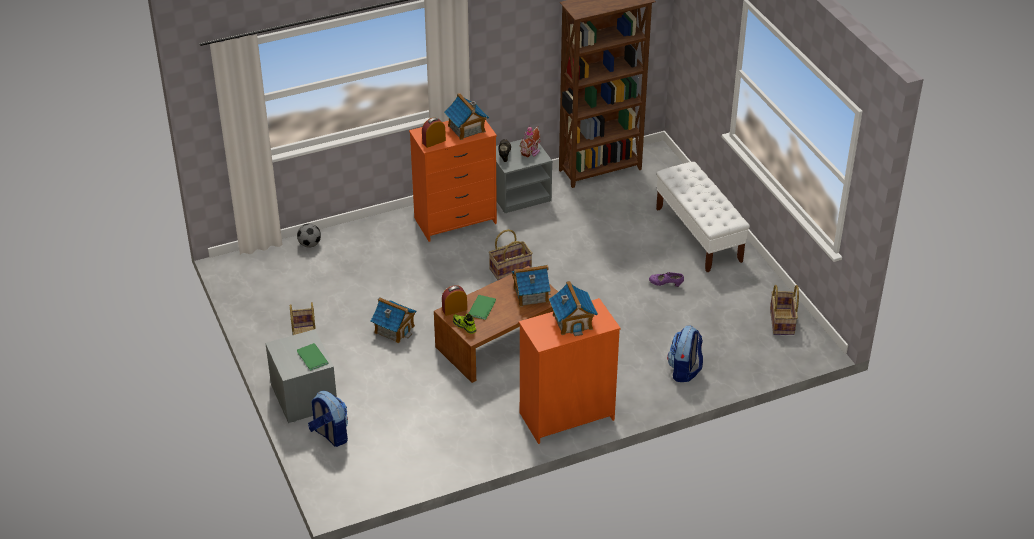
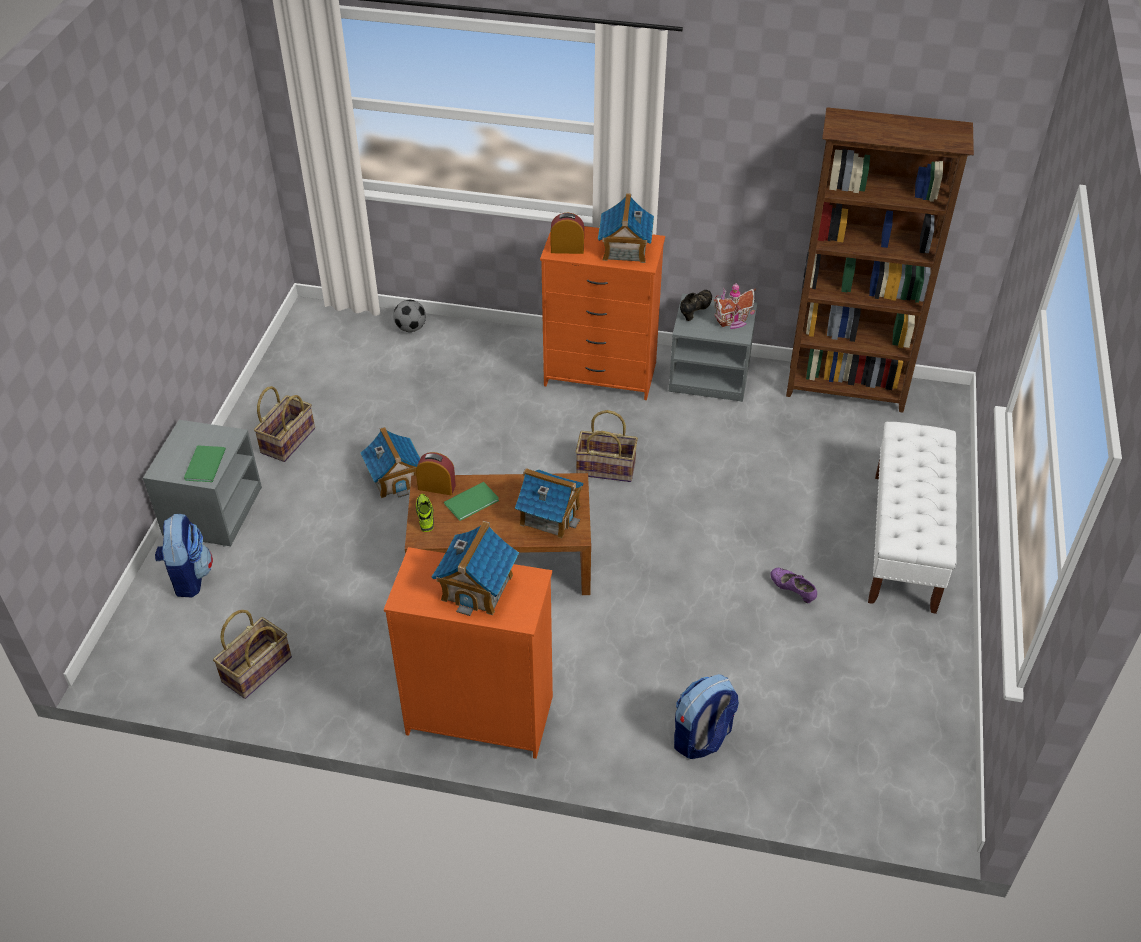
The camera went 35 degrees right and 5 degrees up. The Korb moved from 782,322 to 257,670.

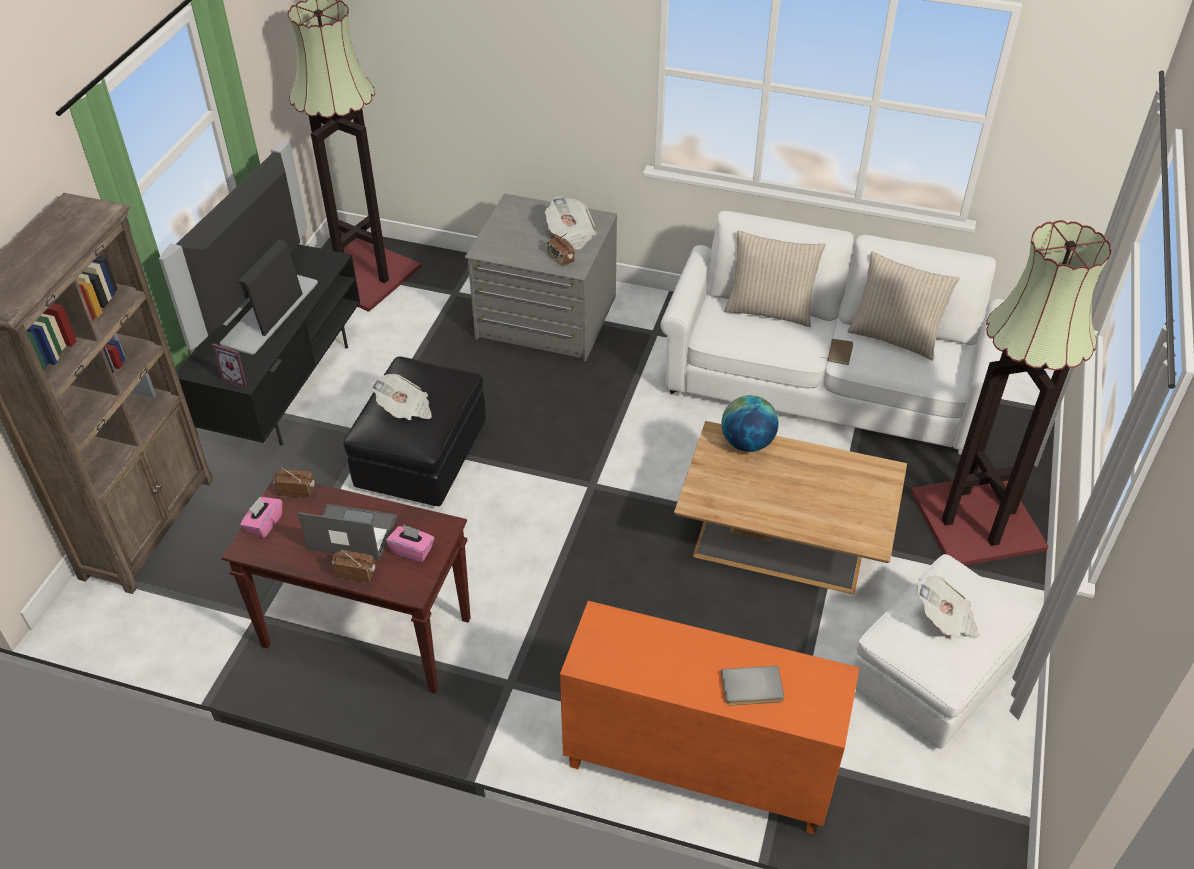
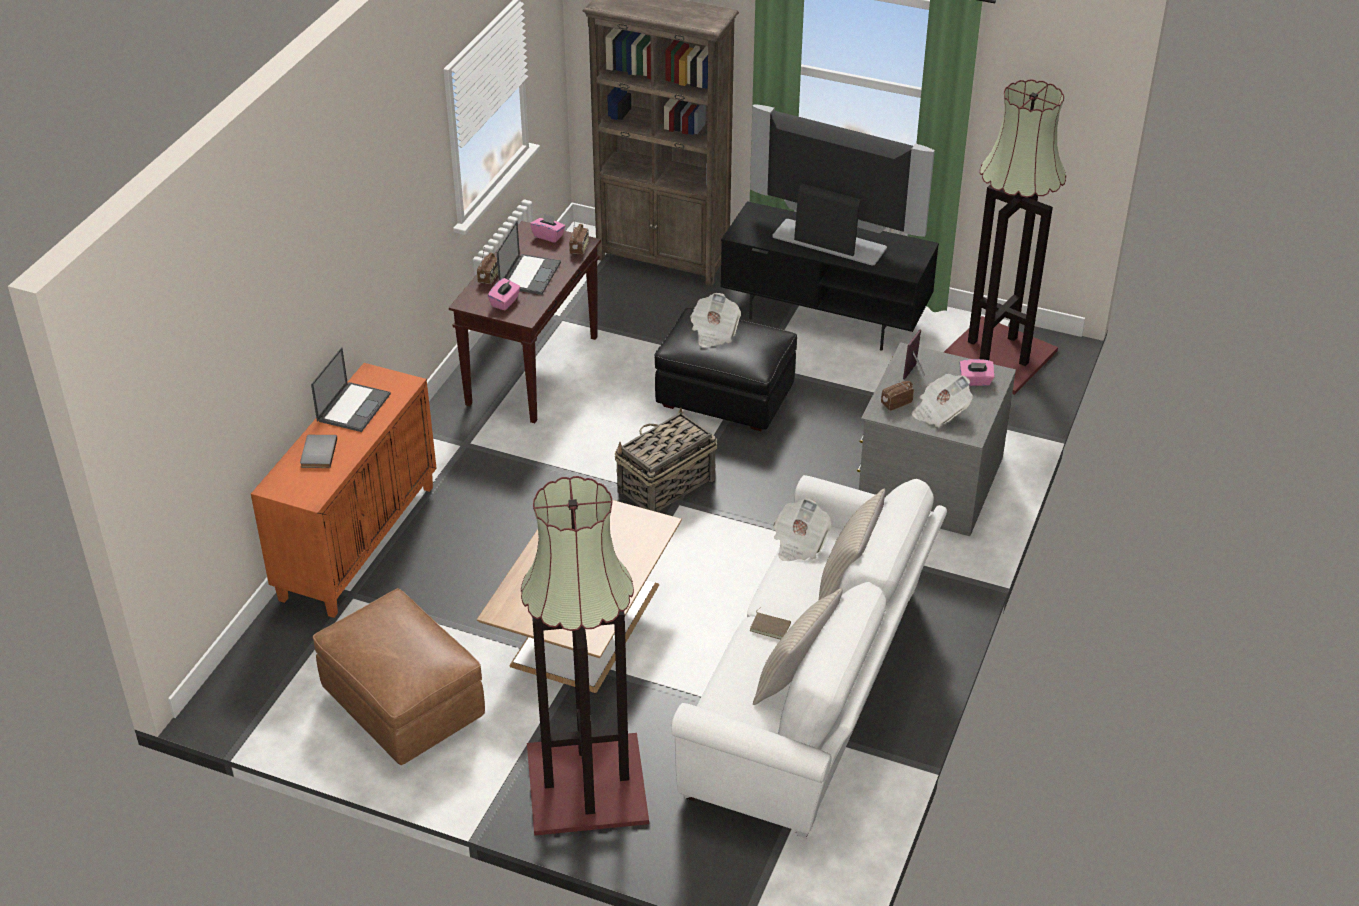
The camera went 95 degrees right and 5 degrees down. The Globus at 747,443 disappeared. The Laptop at 354,407 appeared. The Korb at 665,486 appeared. The Taschentuchbox/rosa at 975,381 appeared. The Bilderrahmen moved from 238,378 to 916,373. The Zeitung moved from 945,620 to 799,543. The Polsterhocker/weiß at 933,675 became the Polsterhocker/braun at 404,705.

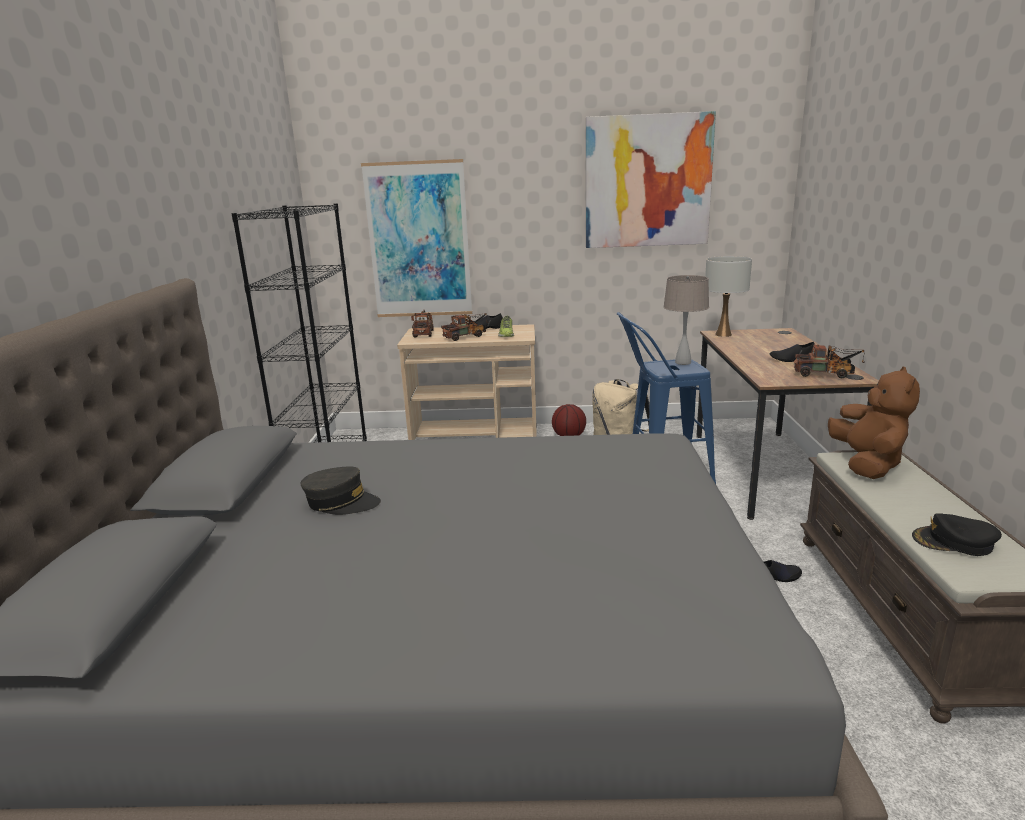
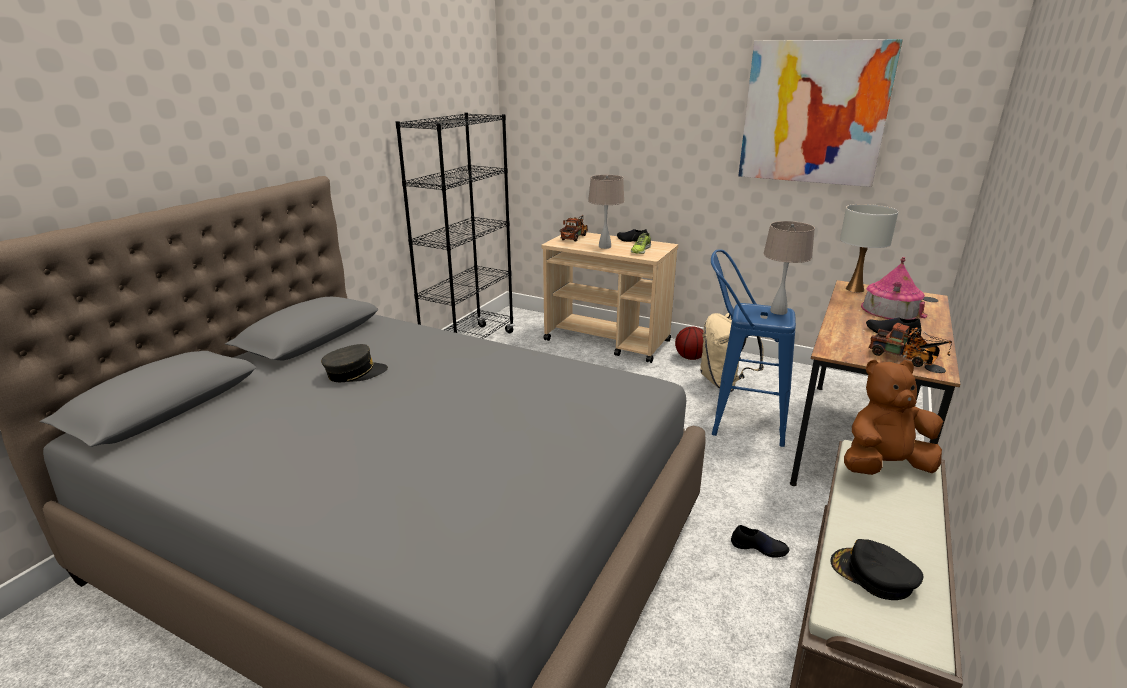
The camera went 25 degrees right and 5 degrees up. The Bild at 419,240 disappeared. The Spielzeughaus at 890,309 appeared. The Spielzeuglaster at 467,336 was replaced by the Tischlampe/beige at 605,247. The Kappe/grau at 341,502 turned 60 degrees counterclockwise. The Plüschtier/braun at 867,464 turned 135 degrees counterclockwise.

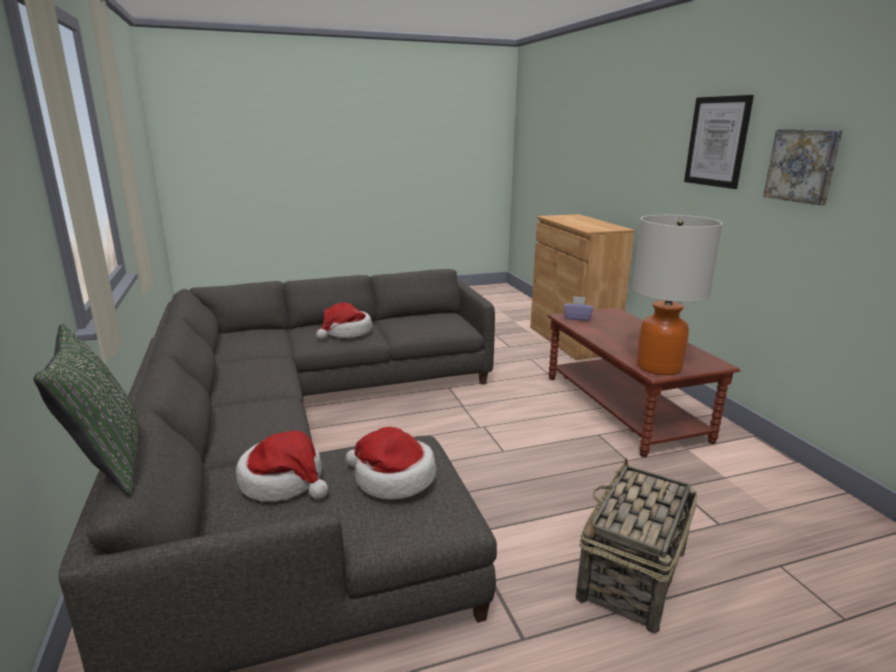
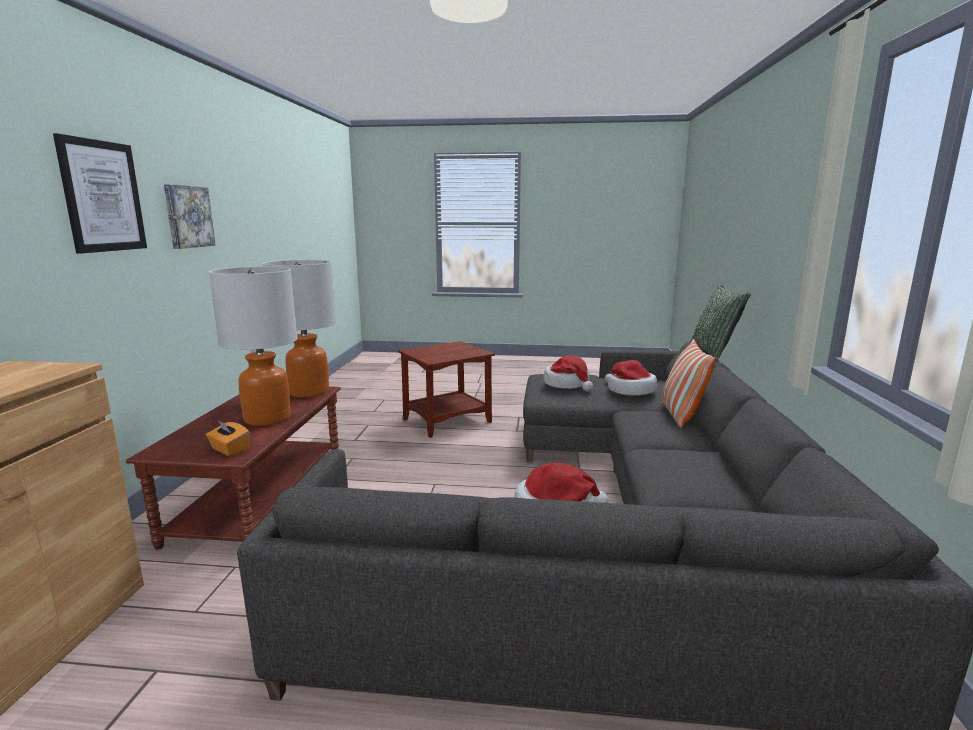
The camera went 155 degrees left and 5 degrees down. The Tischlampe at 267,418 appeared. The Kissen at 681,415 appeared. The Korb at 631,576 was replaced by the Beistelltisch/braun at 446,420. The Taschentuchbox/lila at 577,318 became the Taschentuchbox/orange at 229,450.

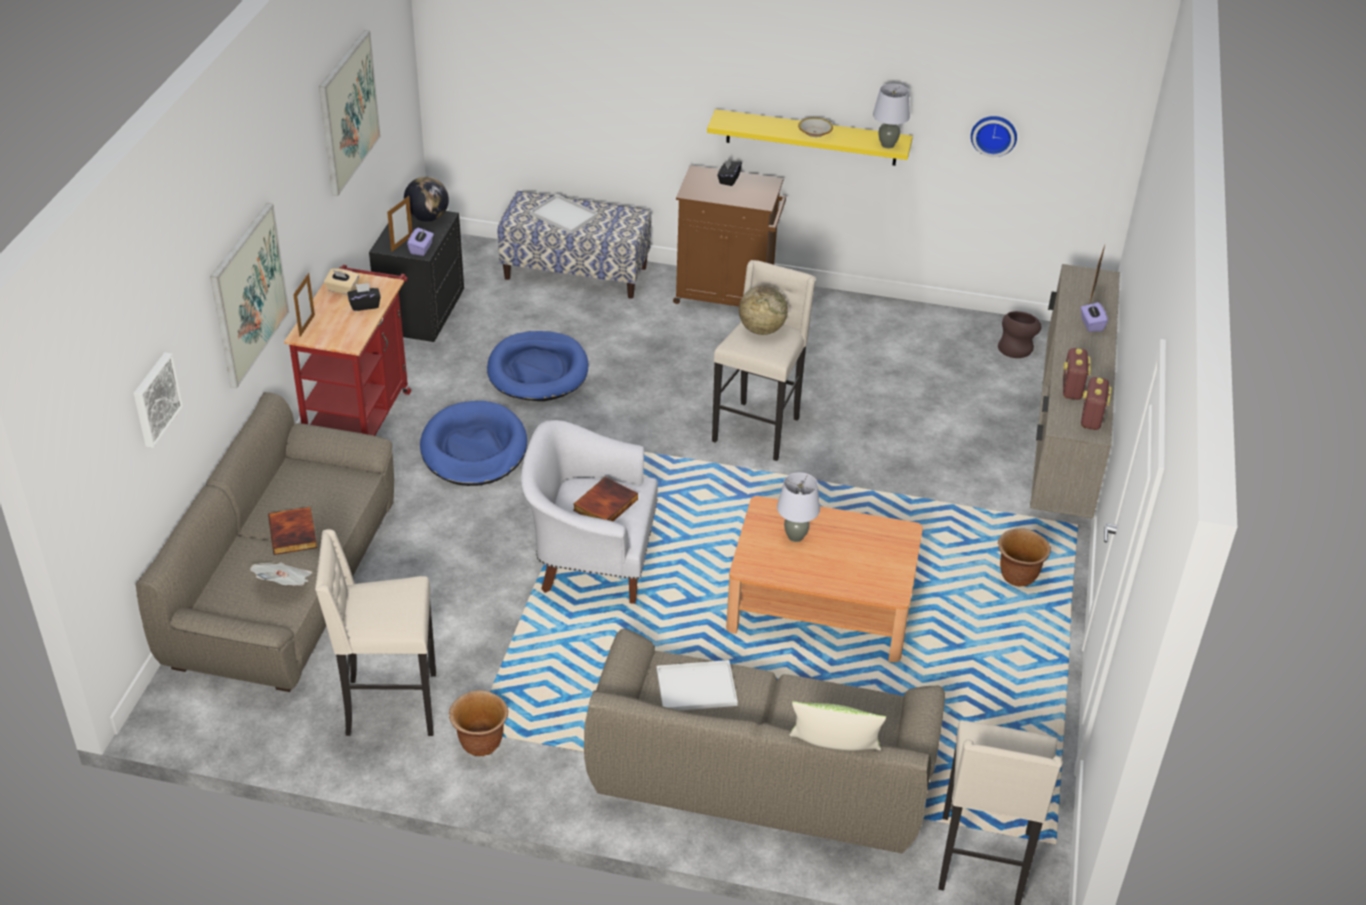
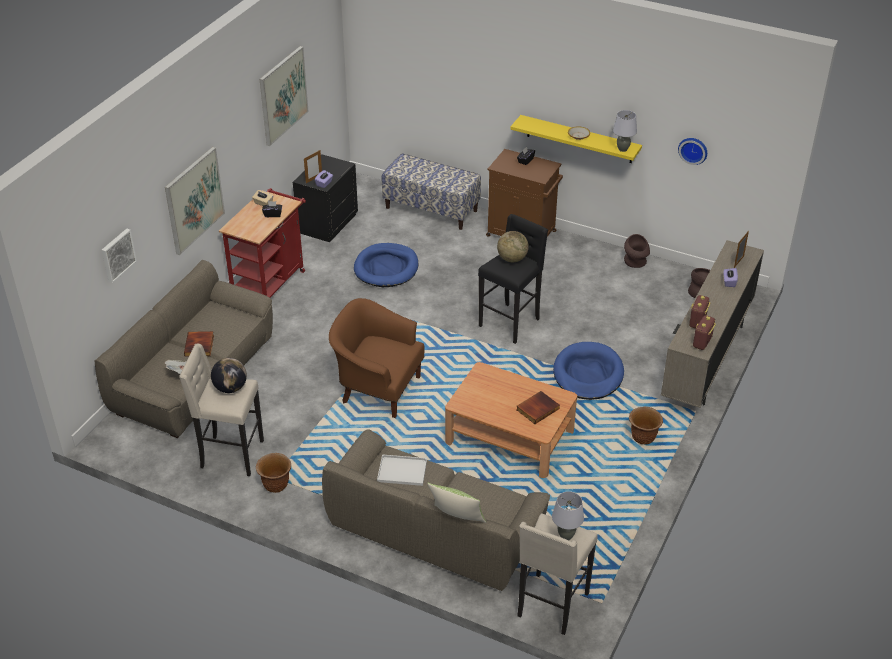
The camera went 15 degrees right and 0 degrees up. The Bilderrahmen at 307,326 disappeared. The Tablett/weiß at 562,215 disappeared. The Vase/braun at 635,263 appeared. The Globus moved from 427,218 to 230,388. The Hundebett/blau moved from 474,449 to 588,374. The Buch moved from 604,504 to 537,408. The Tischlampe/grau moved from 795,536 to 566,536. The Sessel/weiß at 590,560 became the Sessel/braun at 377,388. The Hocker/beige at 758,429 became the Hocker/schwarz at 510,322.

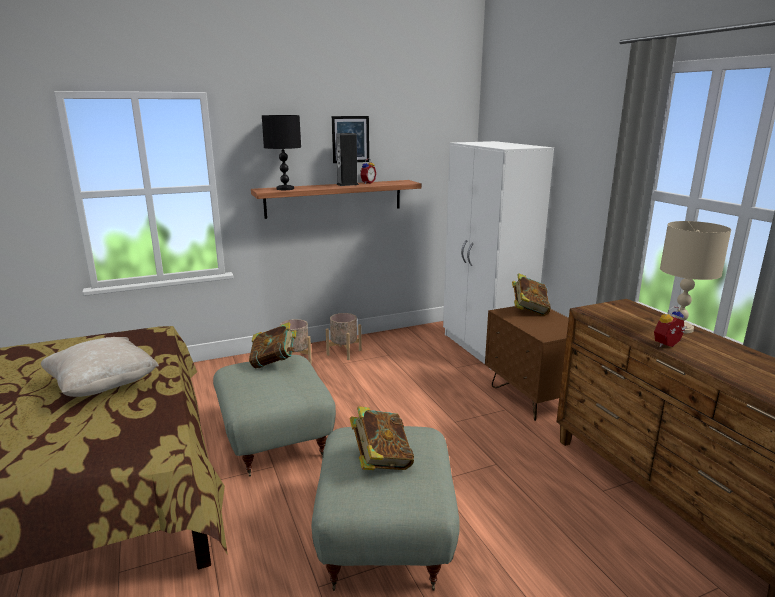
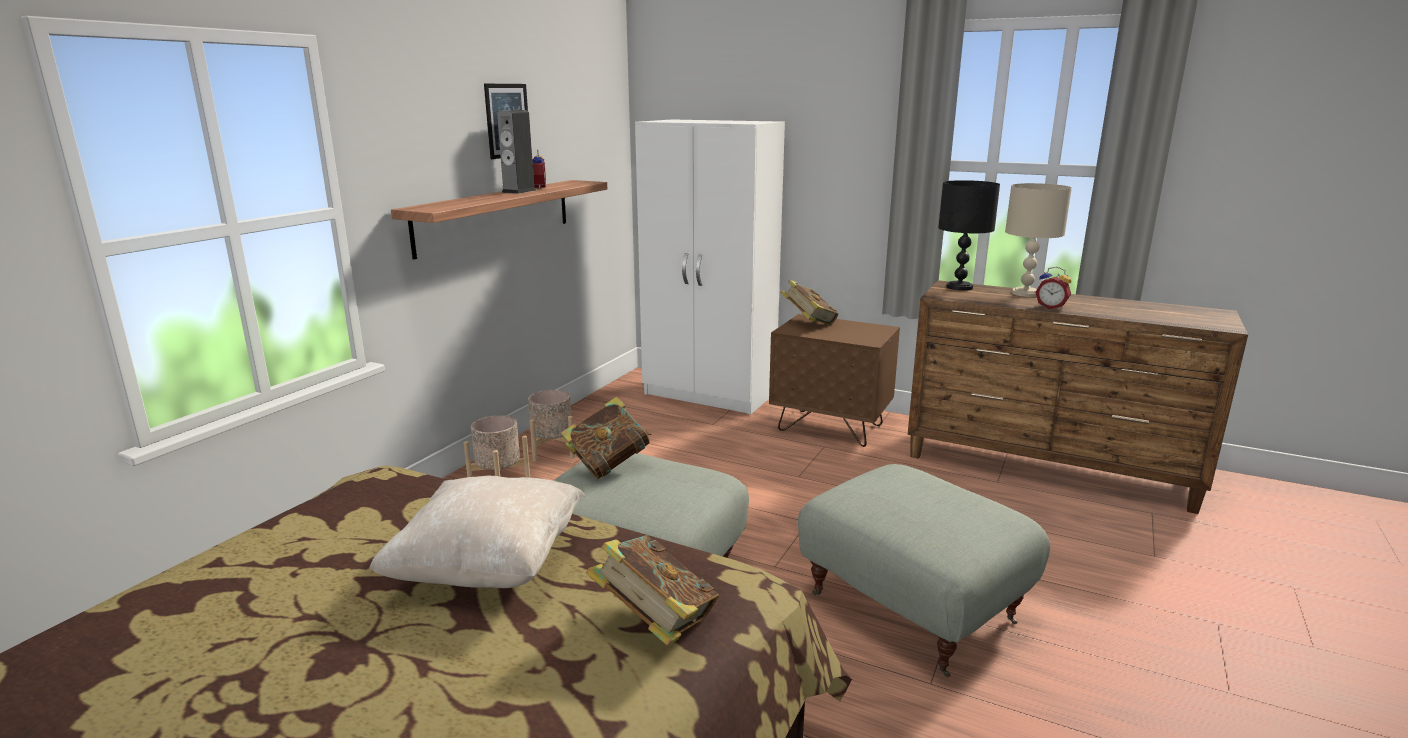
The camera went 40 degrees left and 0 degrees up. The Tischlampe/schwarz moved from 285,189 to 960,287. The Buch moved from 381,461 to 655,624. The Wecker at 668,345 turned 75 degrees counterclockwise.

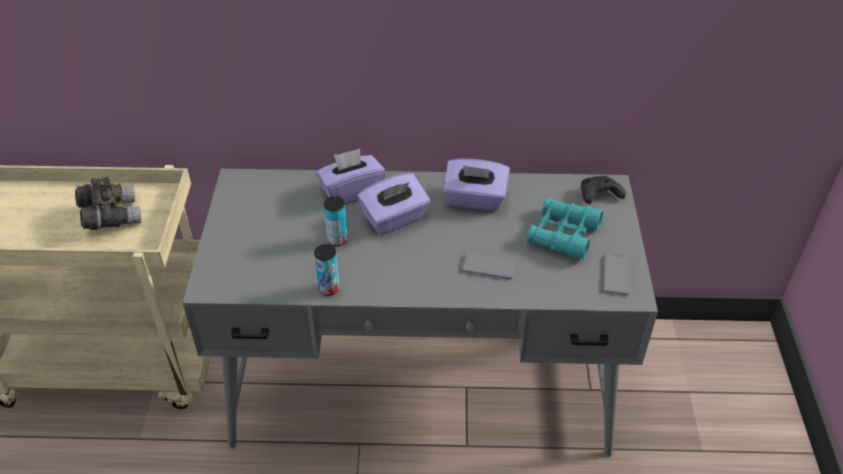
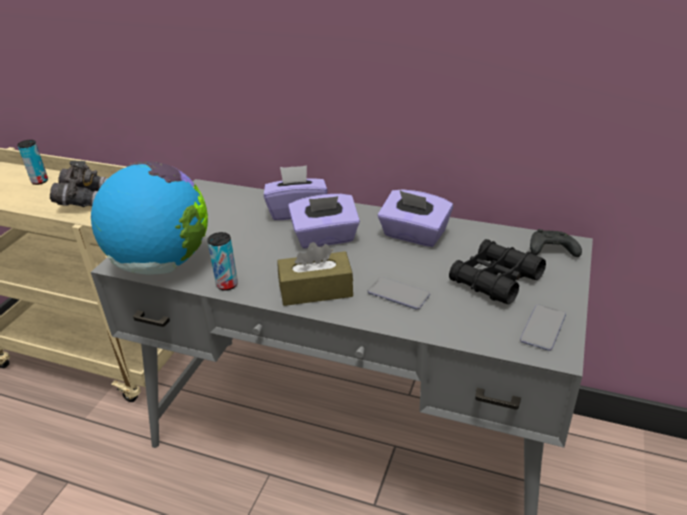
The camera went 20 degrees right and 10 degrees down. The Globus at 162,264 appeared. The Taschentuchbox/braun at 316,290 appeared. The Dose moved from 337,240 to 40,181. The Fernglas/türkis at 563,235 became the Fernglas/schwarz at 495,280.

